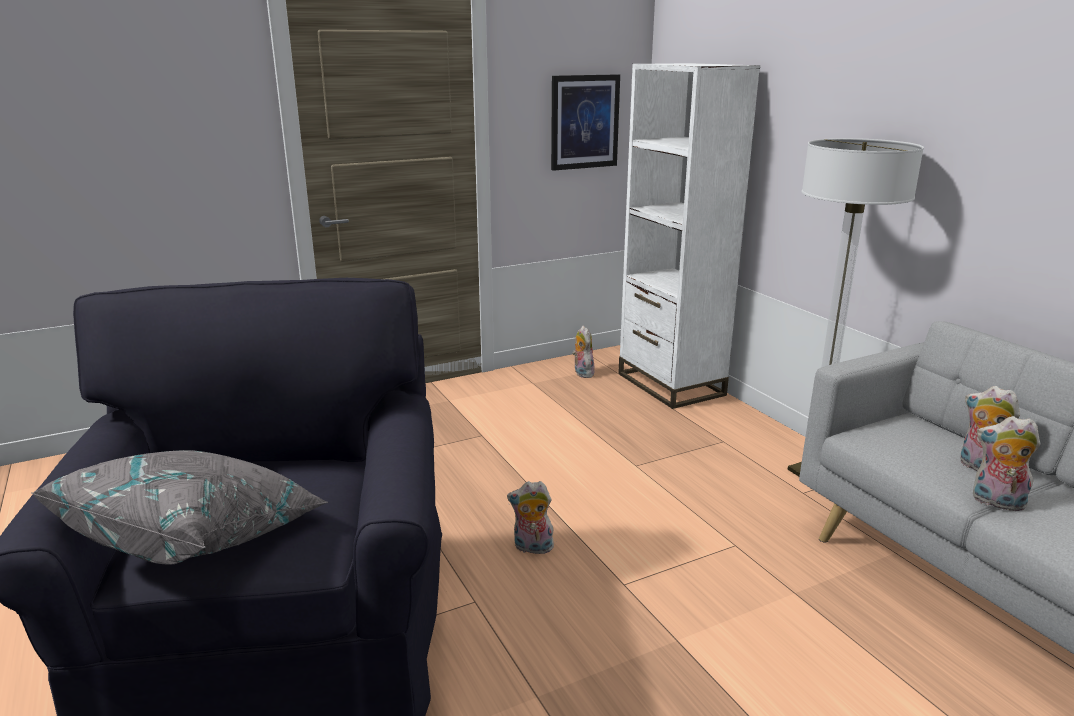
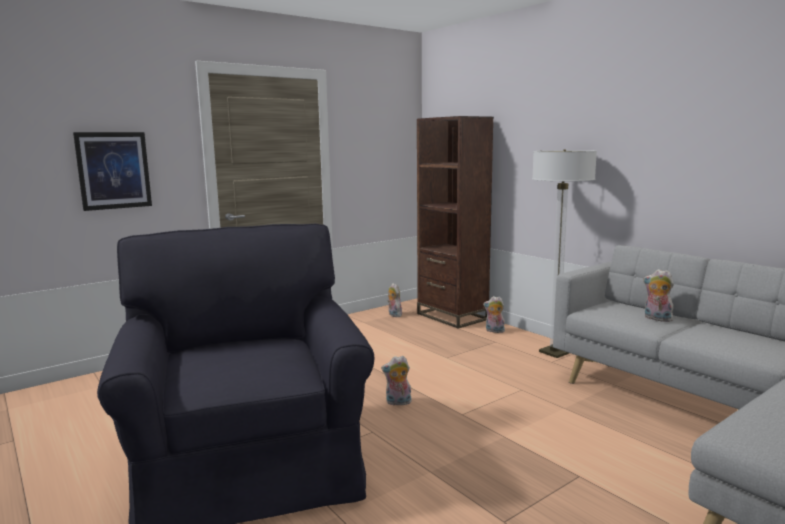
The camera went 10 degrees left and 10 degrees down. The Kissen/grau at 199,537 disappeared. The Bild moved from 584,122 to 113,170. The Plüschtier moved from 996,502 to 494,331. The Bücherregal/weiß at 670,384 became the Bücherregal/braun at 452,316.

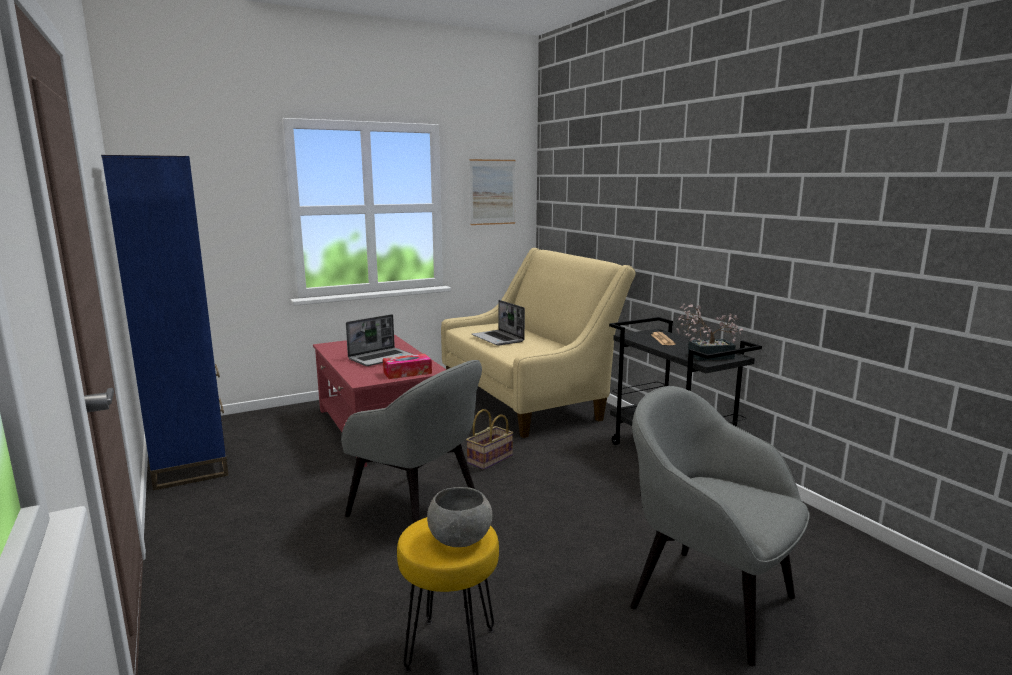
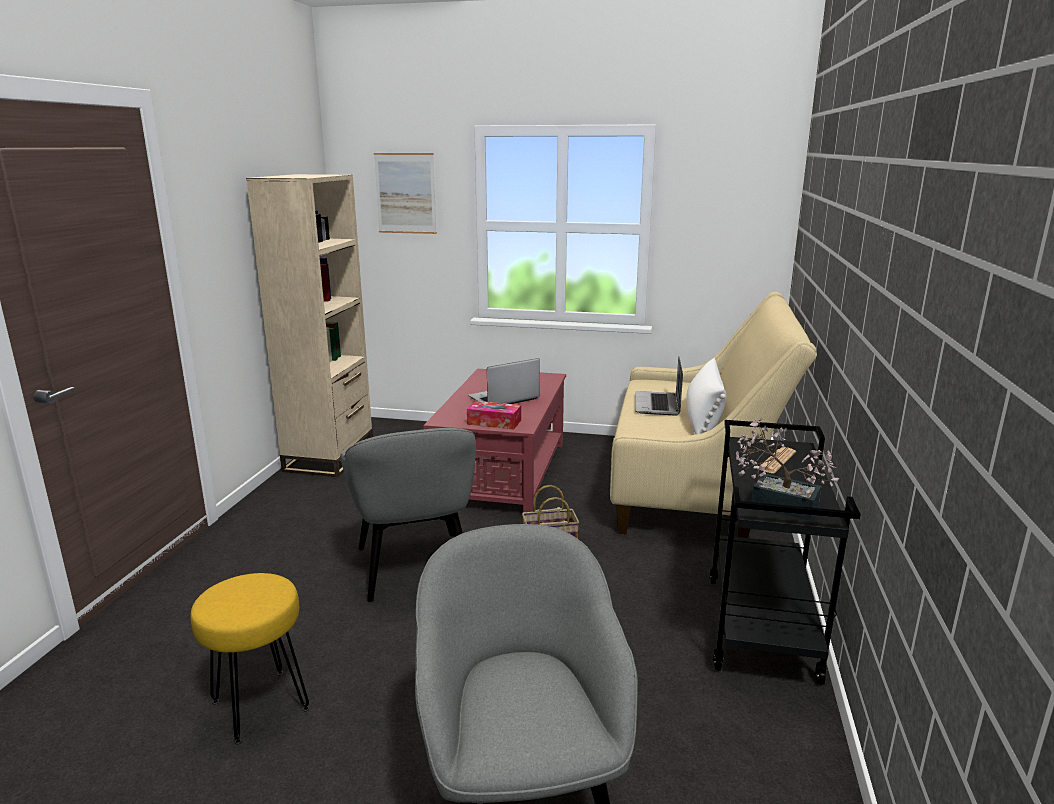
The camera went 40 degrees right and 5 degrees up. The Schüssel/grau at 460,539 disappeared. The Kissen/weiß at 703,419 appeared. The Bild moved from 492,192 to 405,193. The Bücherregal/blau at 190,463 became the Bücherregal/beige at 330,457. The Laptop at 381,358 turned 150 degrees clockwise.

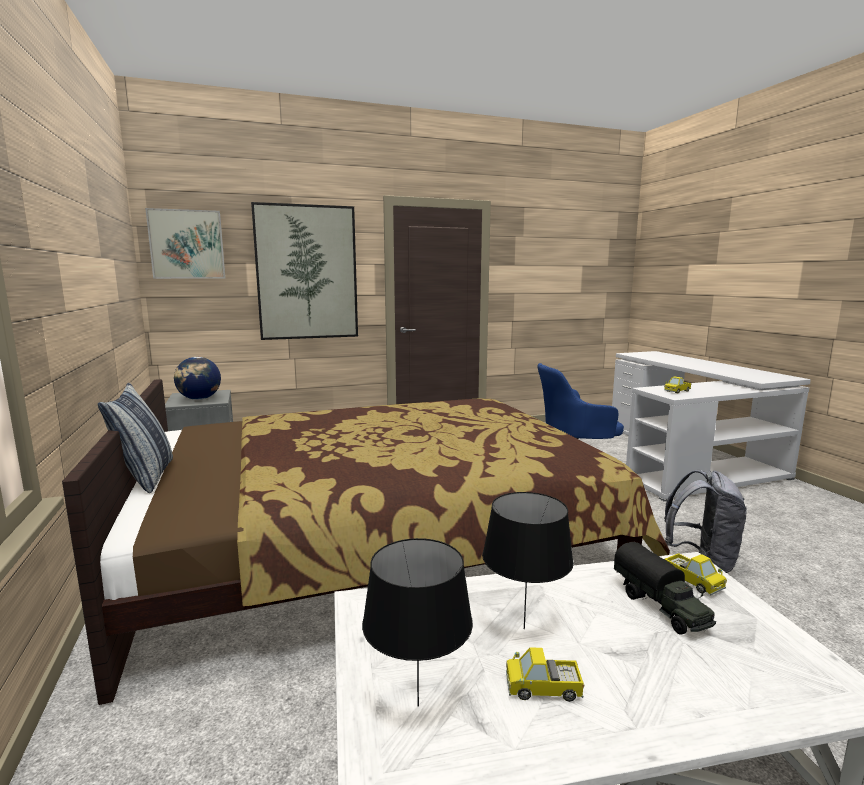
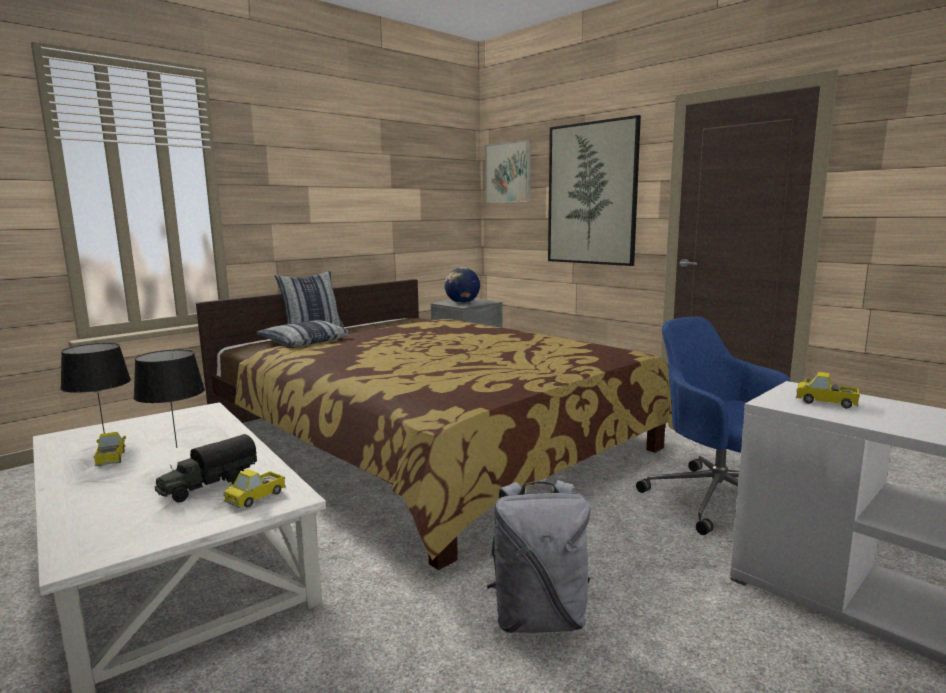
The camera went 65 degrees right and 0 degrees up. The Kissen at 303,342 appeared.

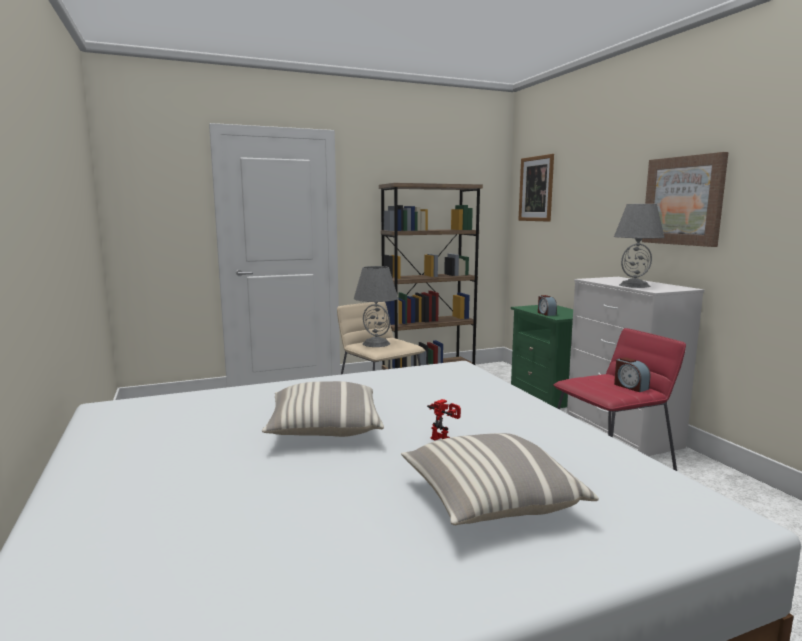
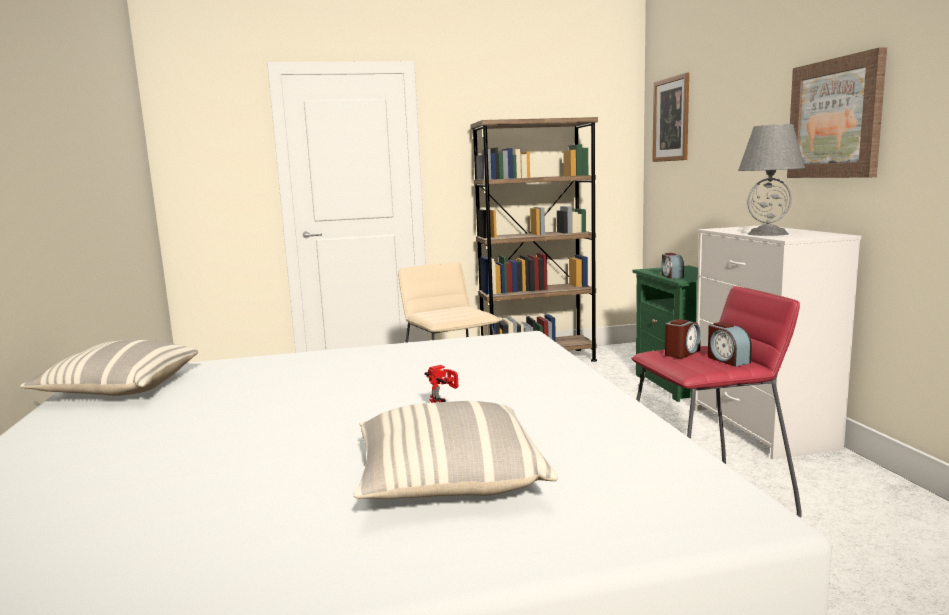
The camera went 10 degrees right and 0 degrees up. The Tischlampe/grau at 376,343 disappeared. The Wecker at 682,353 appeared. The Kissen moved from 324,429 to 119,389.

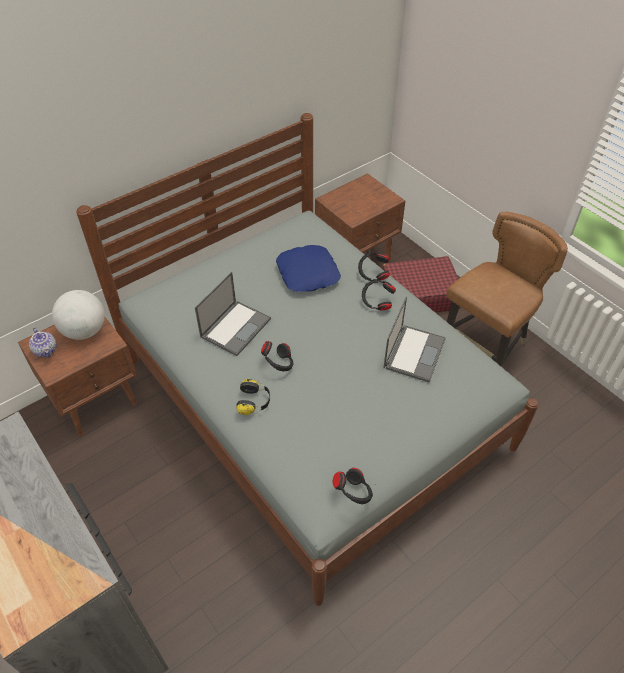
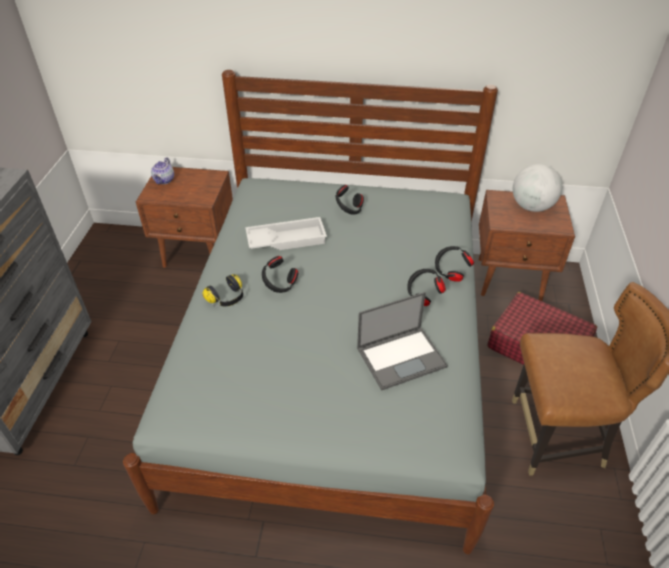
The camera went 45 degrees right and 5 degrees down. The Kissen/blau at 308,273 disappeared. The Globus moved from 84,331 to 531,207. The Kopfhörer/schwarz moved from 353,494 to 348,210. The Laptop at 236,327 was replaced by the Tablett/weiß at 286,239.

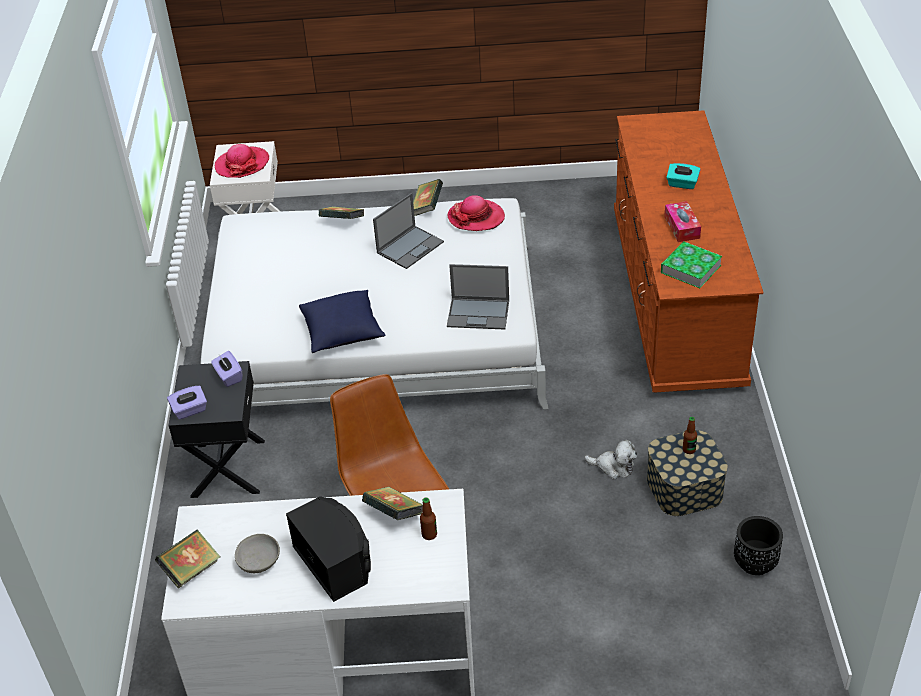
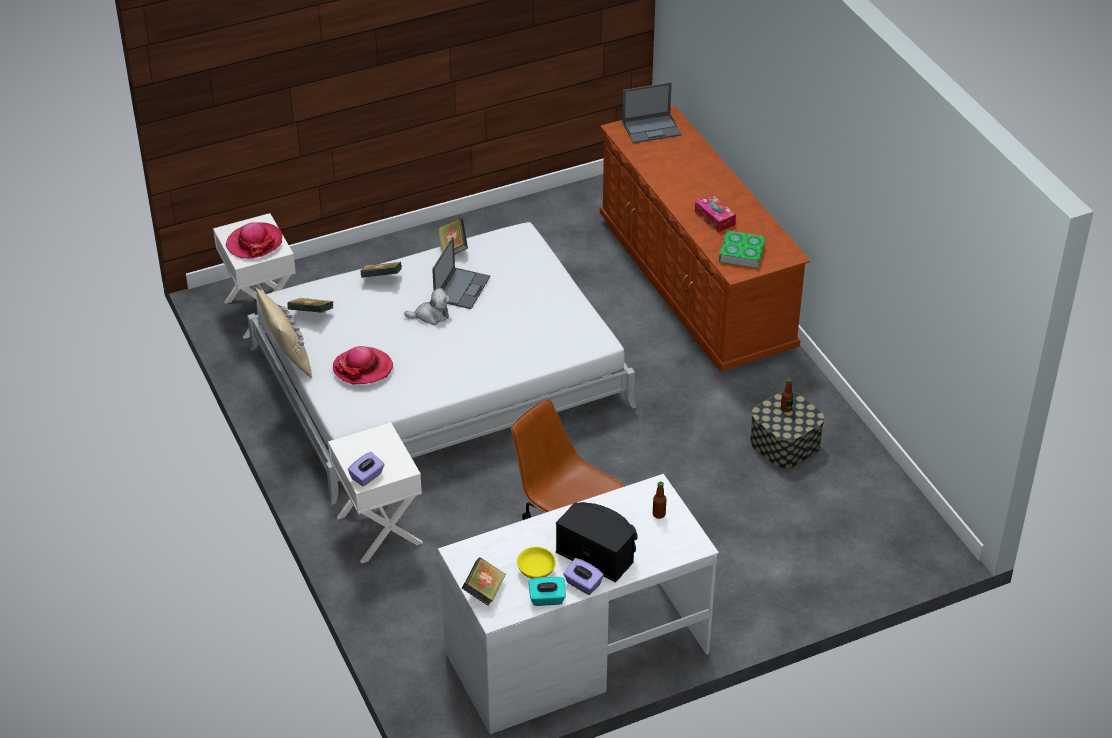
The camera went 25 degrees left and 0 degrees up. The Kissen/blau at 343,332 disappeared. The Pflanzkübel/schwarz at 755,563 disappeared. The Kissen/beige at 286,358 appeared. The Taschentuchbox/lila moved from 228,377 to 582,584. The Buch moved from 394,514 to 311,315. The Hut moved from 476,218 to 363,368. The Laptop moved from 479,313 to 652,128. The Plüschtier moved from 613,467 to 431,316. The Taschentuchbox/türkis moved from 682,184 to 547,599. The Nachttisch/schwarz at 226,468 became the Nachttisch/weiß at 378,530. The Schüssel/grau at 260,562 became the Schüssel/gelb at 536,571.

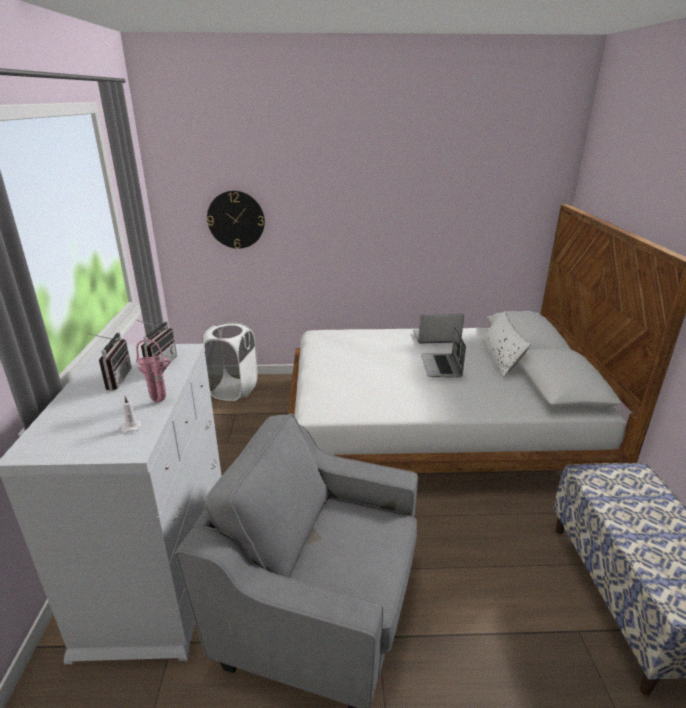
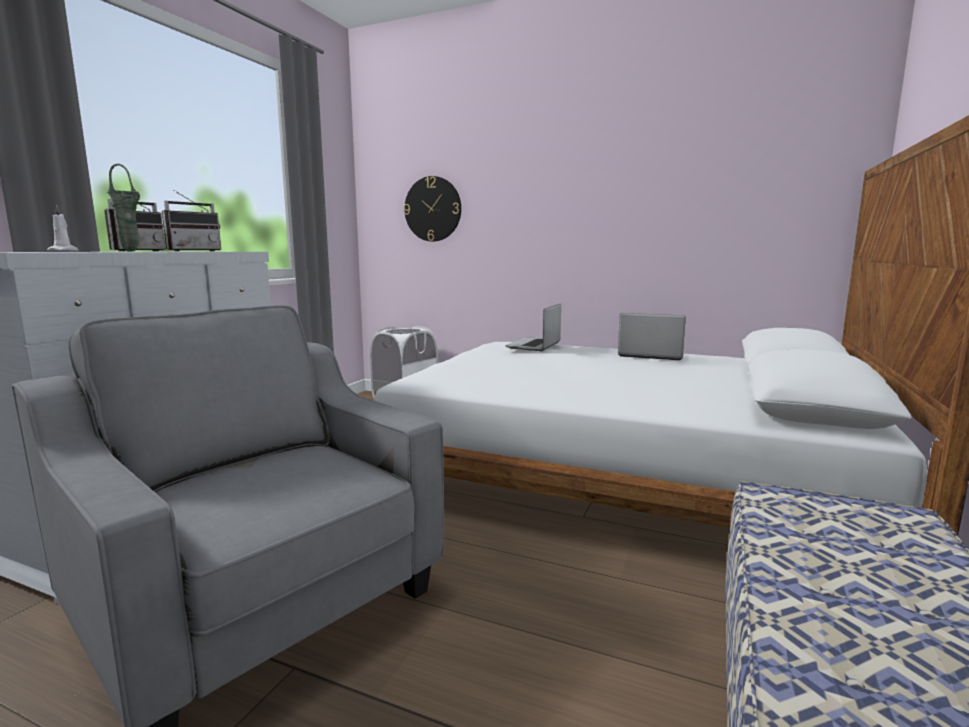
The camera went 25 degrees right and 15 degrees down. The Kissen/weiß at 501,358 disappeared. The Laptop moved from 441,367 to 534,345. The Vase/rosa at 161,401 became the Vase/grün at 132,251.

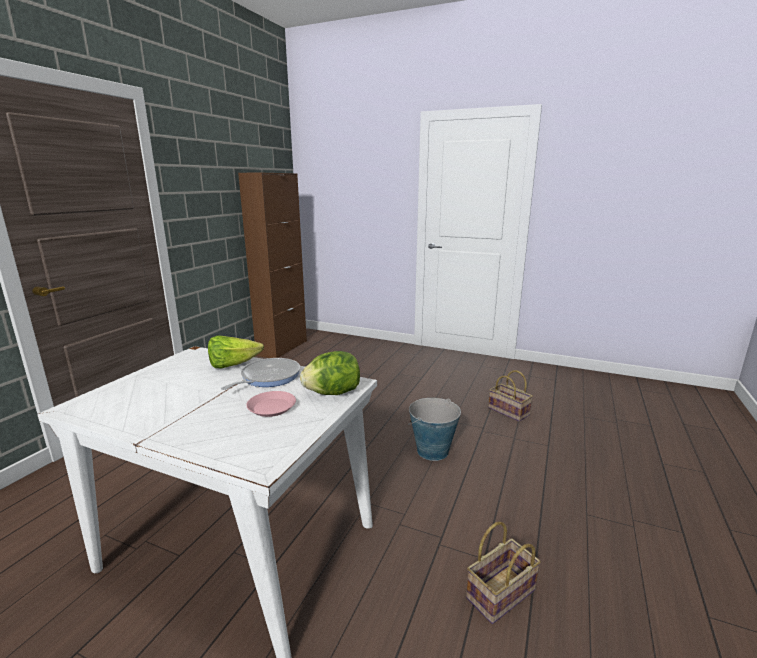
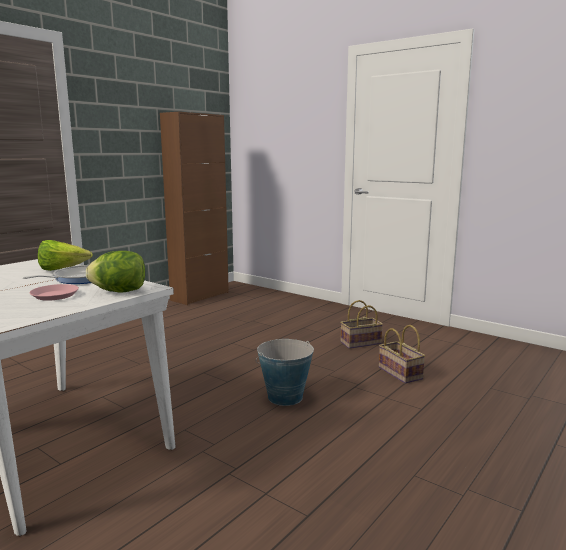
The camera went 15 degrees right and 5 degrees down. The Korb moved from 500,596 to 360,343.

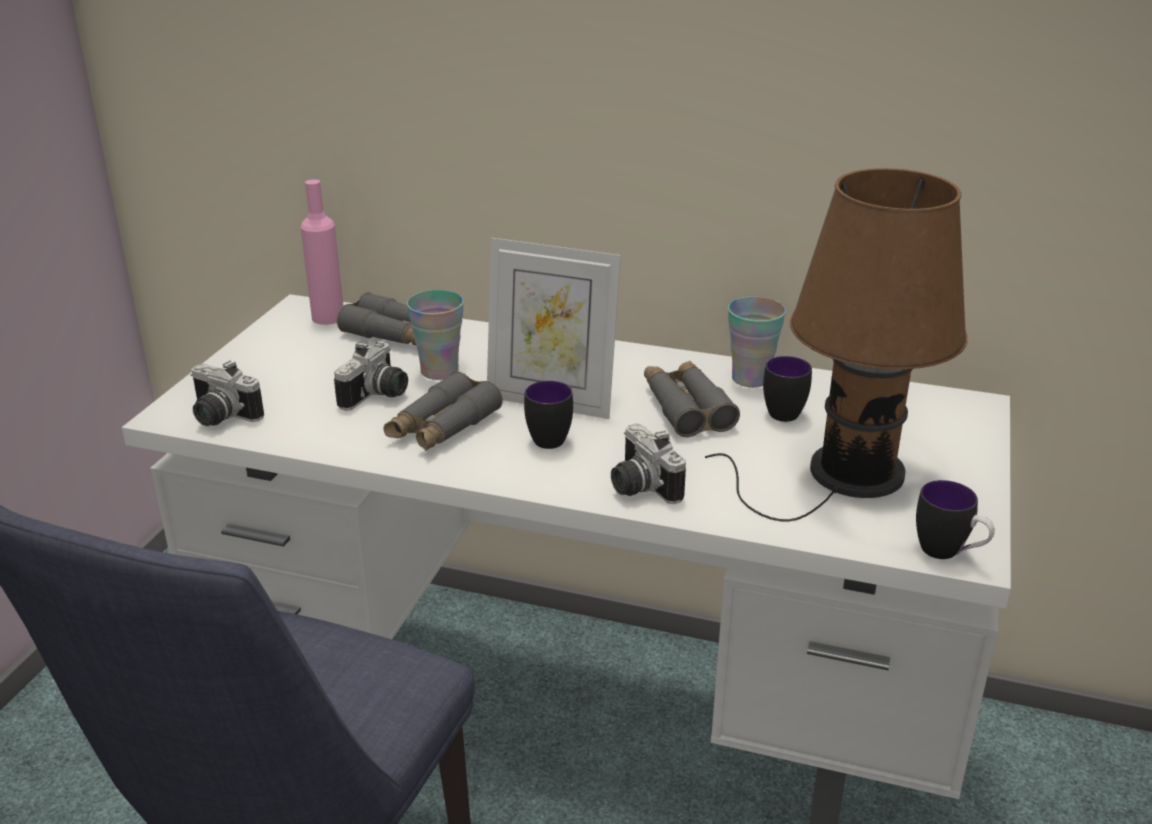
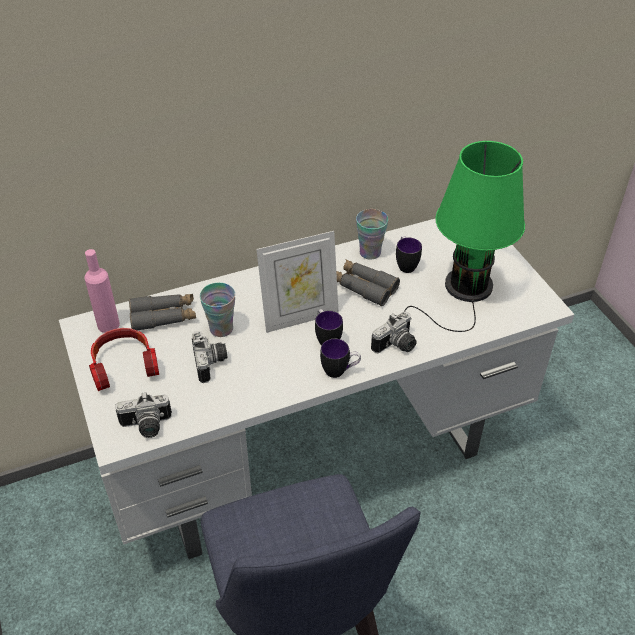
The camera went 40 degrees left and 15 degrees up. The Fernglas/grau at 442,427 disappeared. The Kopfhörer at 124,365 appeared. The Henkelbecher moved from 948,554 to 340,371. The Tischlampe/braun at 845,475 became the Tischlampe/grün at 466,289. The Kamera at 639,487 turned 60 degrees counterclockwise.

